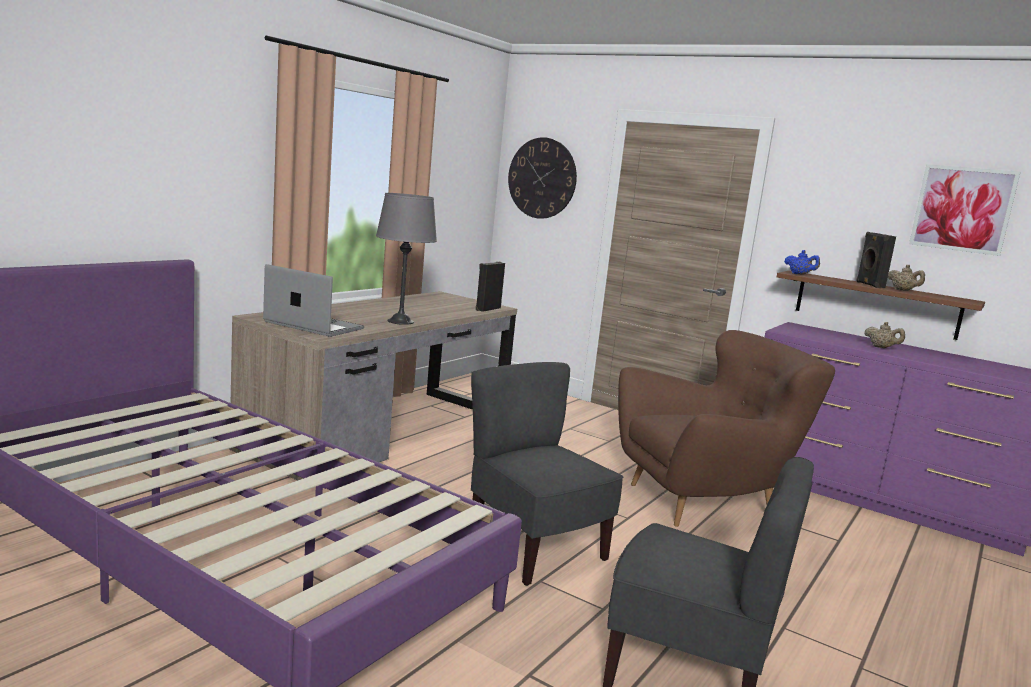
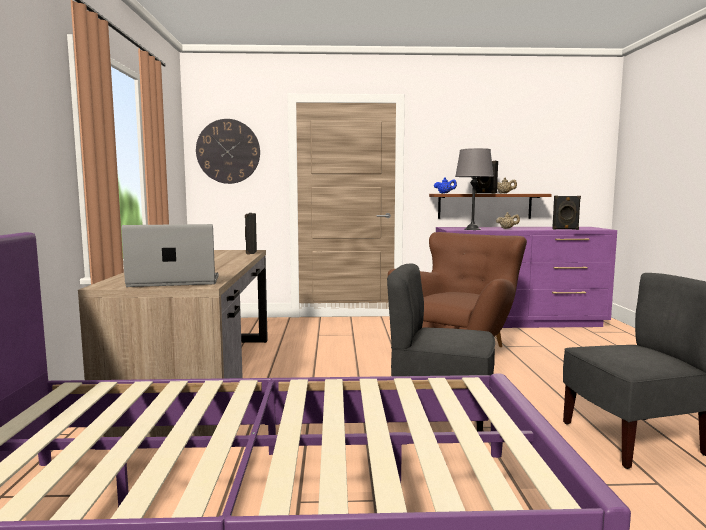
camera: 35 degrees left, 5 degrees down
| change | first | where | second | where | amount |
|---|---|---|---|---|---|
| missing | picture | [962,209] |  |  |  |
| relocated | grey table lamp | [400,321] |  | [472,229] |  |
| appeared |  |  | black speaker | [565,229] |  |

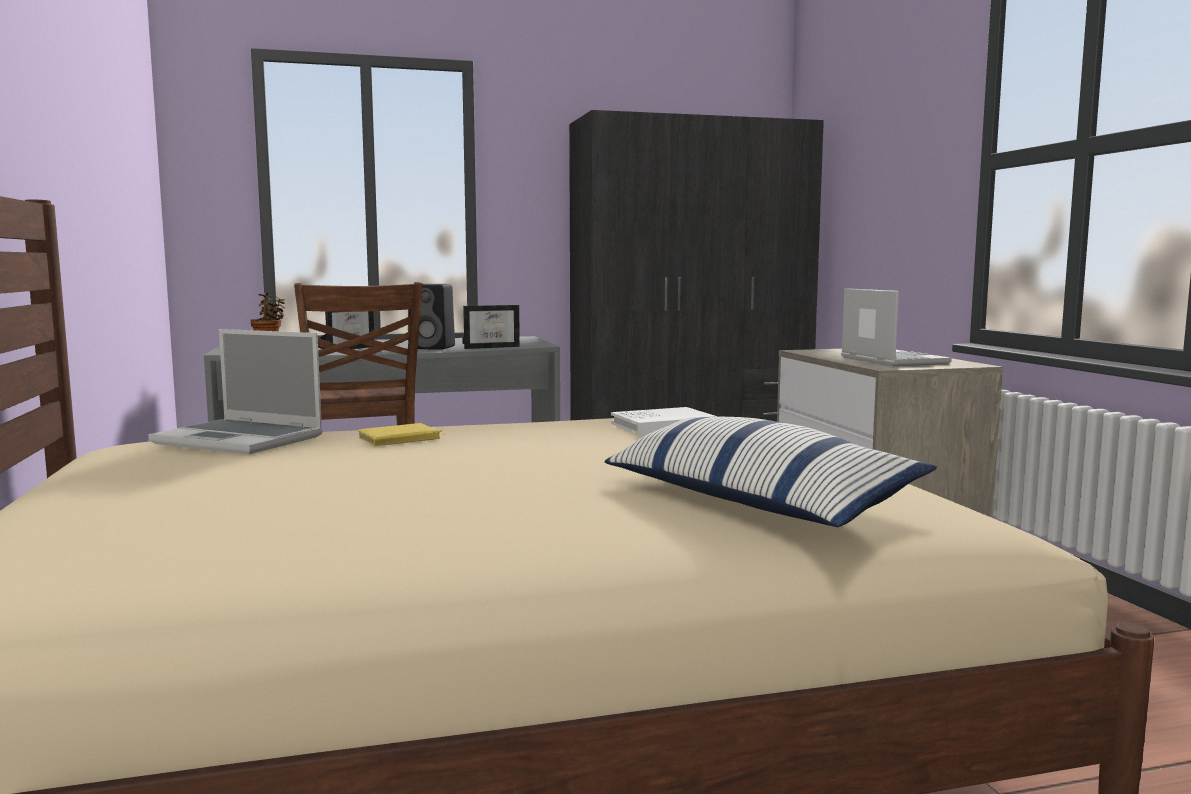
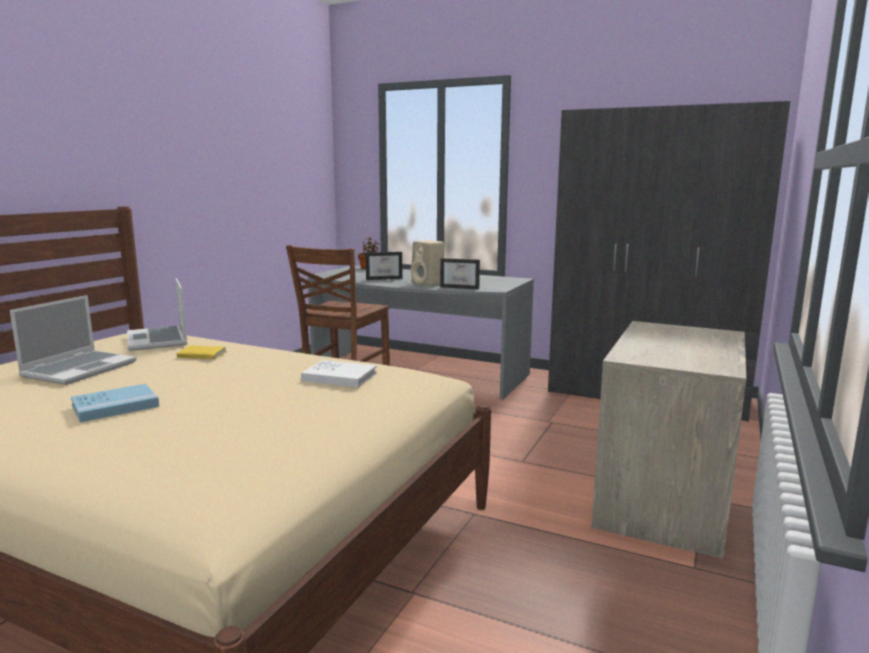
camera: 40 degrees right, 5 degrees up
| change | first | where | second | where | amount |
|---|---|---|---|---|---|
| colour | black speaker | [433,347] | beige speaker | [428,283] |  |
| relocated | laptop | [891,360] |  | [80,369] |  |
| missing | pillow | [755,501] |  |  |  |
| appeared |  |  | blue book | [115,406] |  |

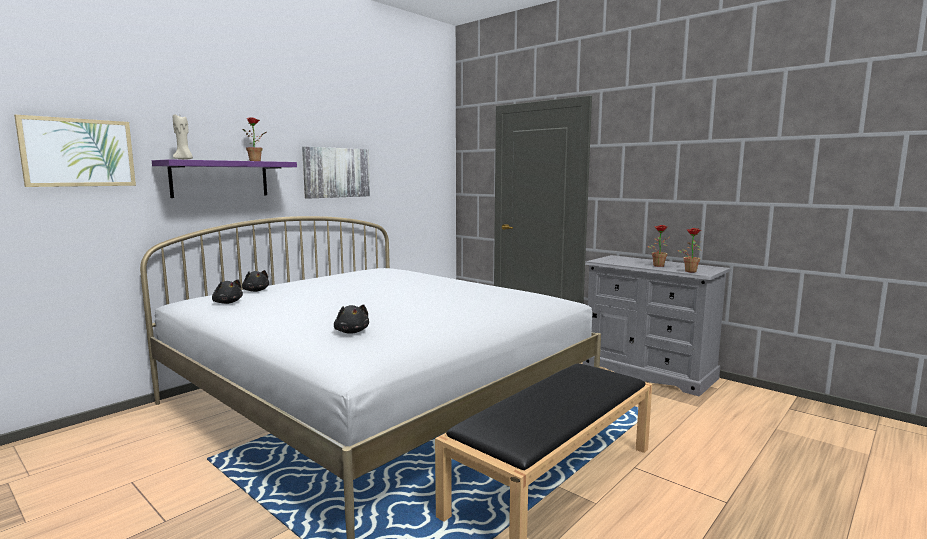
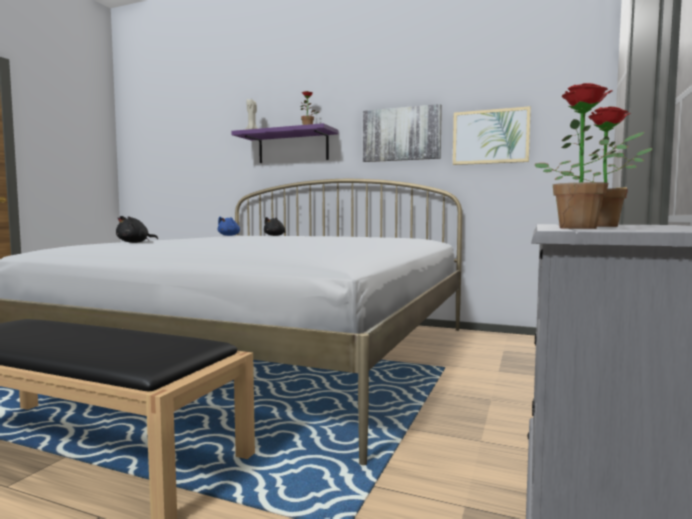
camera: 70 degrees right, 5 degrees down
| change | first | where | second | where | amount |
|---|---|---|---|---|---|
| relocated | picture | [78,152] |  | [490,137] |  |
| colour | black plush toy | [227,303] | blue plush toy | [229,235] |  |

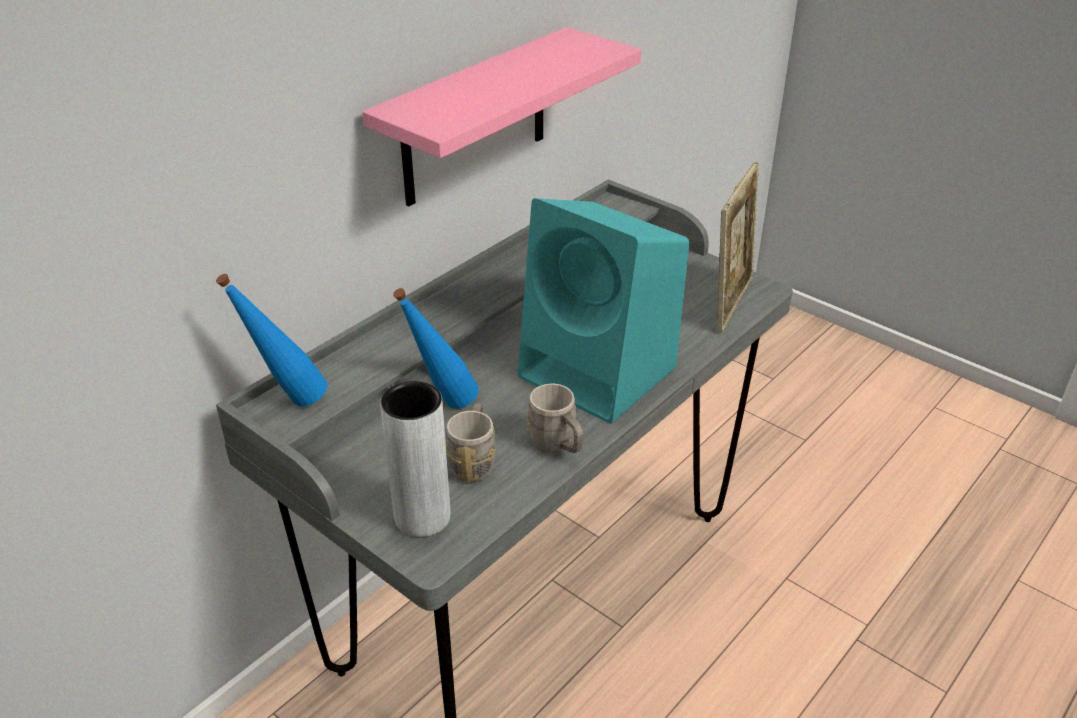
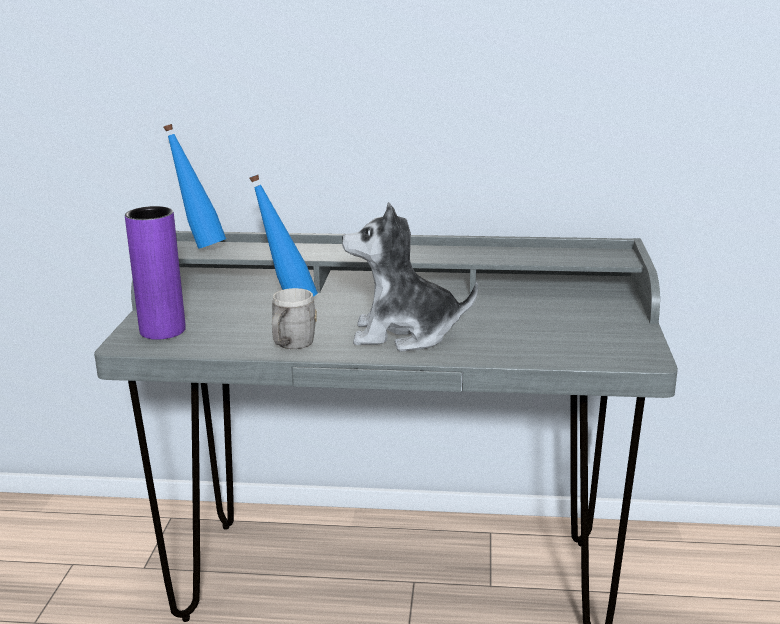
camera: 55 degrees right, 15 degrees down
| change | first | where | second | where | amount |
|---|---|---|---|---|---|
| missing | pink shelf | [475,119] |  |  |  |
| missing | picture frame | [730,302] |  |  |  |
| exchanged | turquoise speaker | [601,373] | plush toy | [404,334] |  |
| colour | grey vase | [422,517] | purple vase | [162,331] |  |
| missing | grey mug | [474,461] |  |  |  |

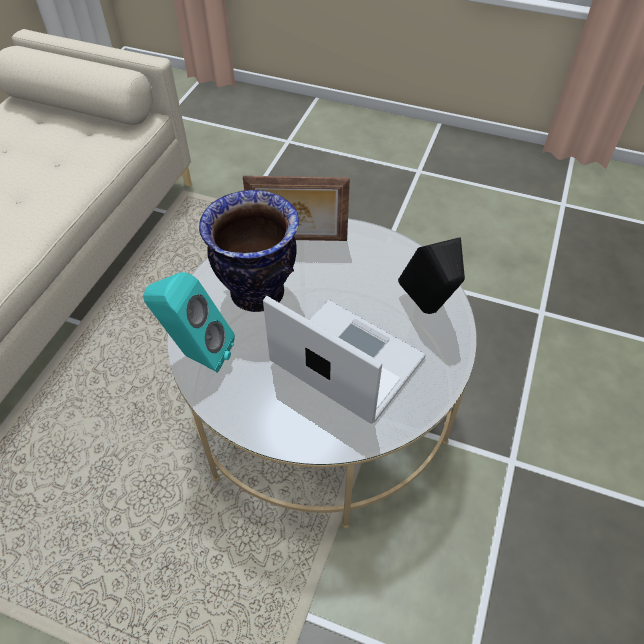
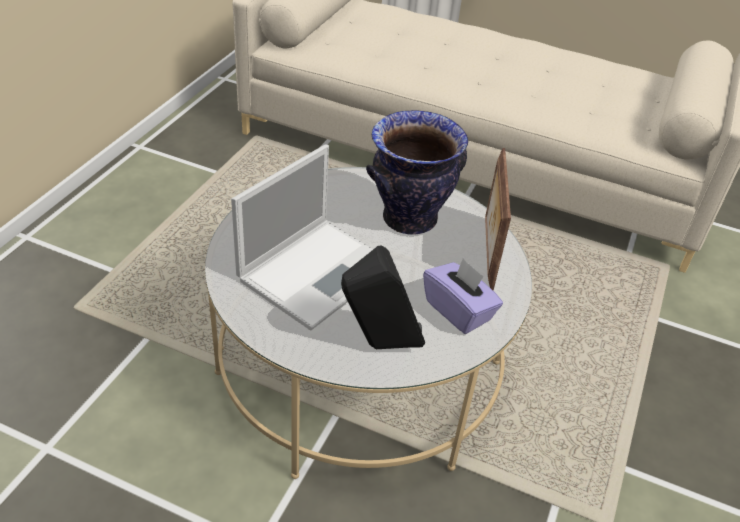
camera: 90 degrees right, 10 degrees down
| change | first | where | second | where | amount |
|---|---|---|---|---|---|
| missing | turquoise speaker | [197,354] |  |  |  |
| appeared |  |  | purple tissue box | [458,310] |  |

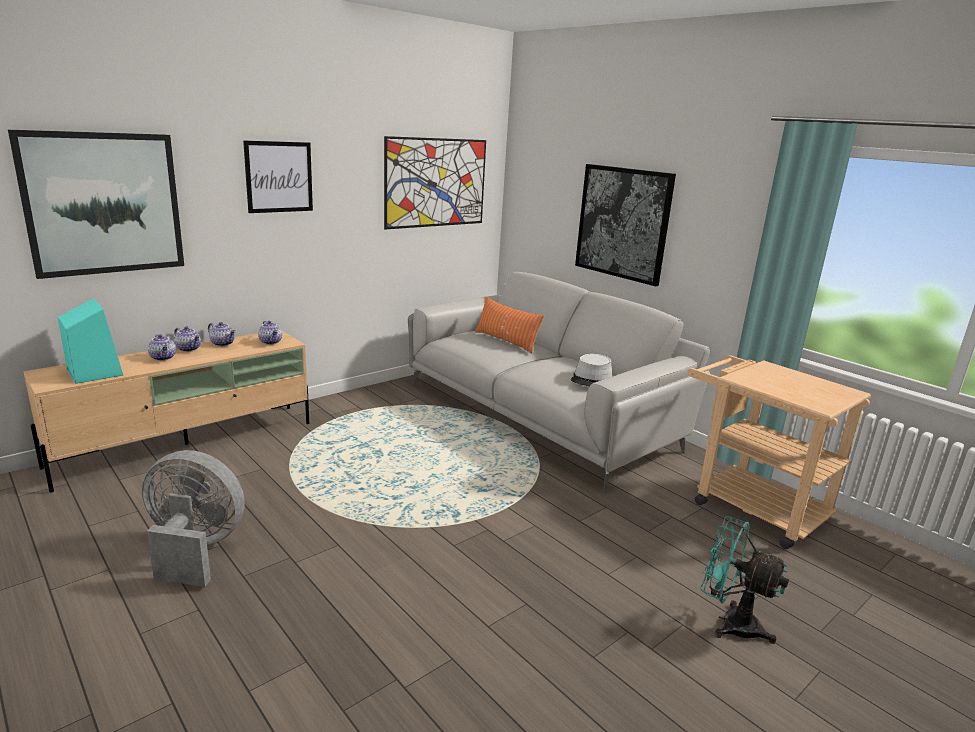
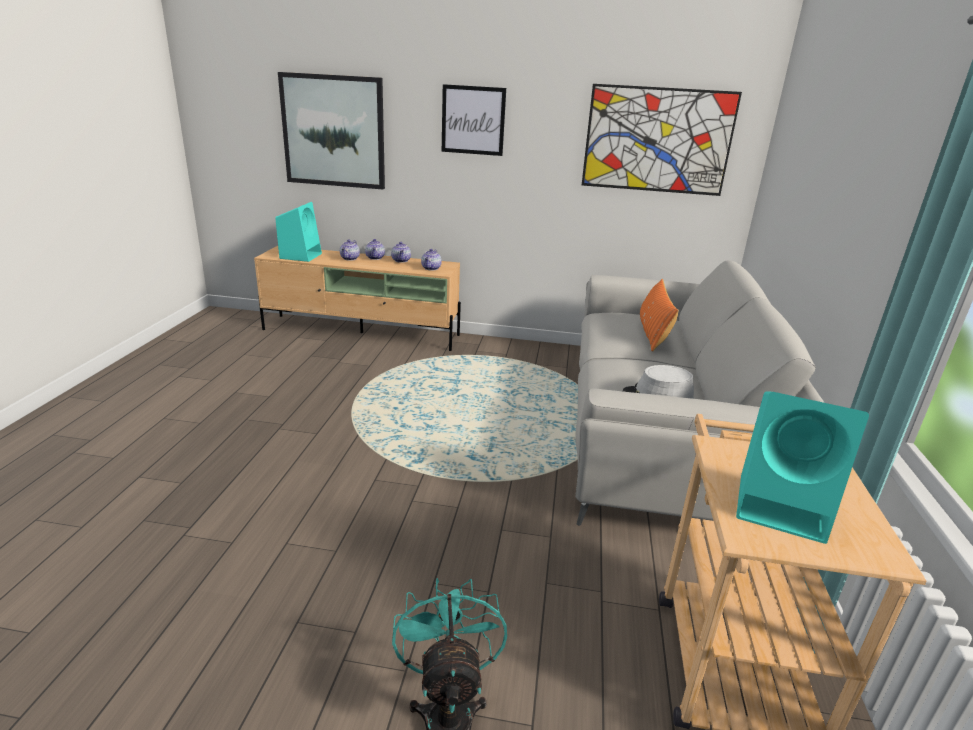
camera: 50 degrees right, 5 degrees up
| change | first | where | second | where | amount |
|---|---|---|---|---|---|
| missing | picture | [623,223] |  |  |  |
| missing | grey fan | [194,549] |  |  |  |
| appeared |  |  | turquoise speaker | [783,507] |  |

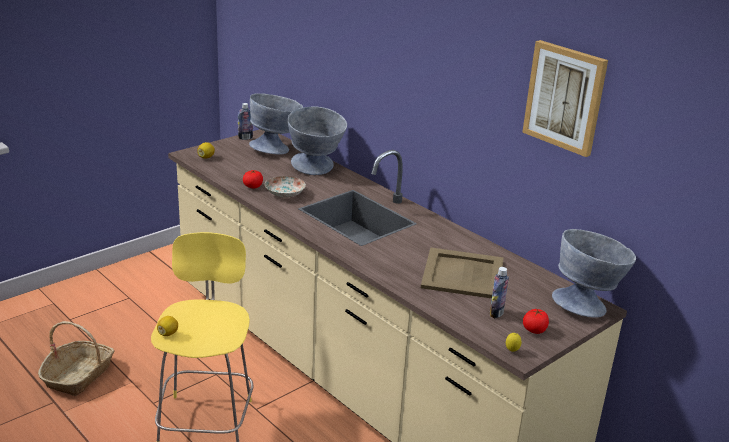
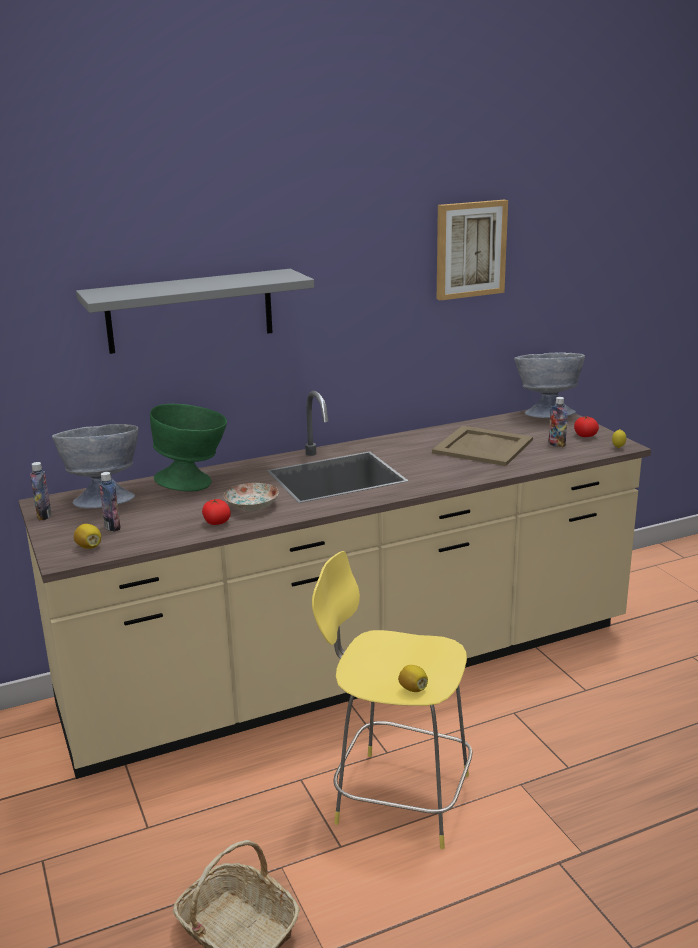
camera: 70 degrees left, 5 degrees down
| change | first | where | second | where | amount |
|---|---|---|---|---|---|
| colour | grey bowl | [315,170] | green bowl | [194,483] |  |
| appeared |  |  | grey shelf | [190,311] |  |
| appeared |  |  | bottle | [112,527] |  |

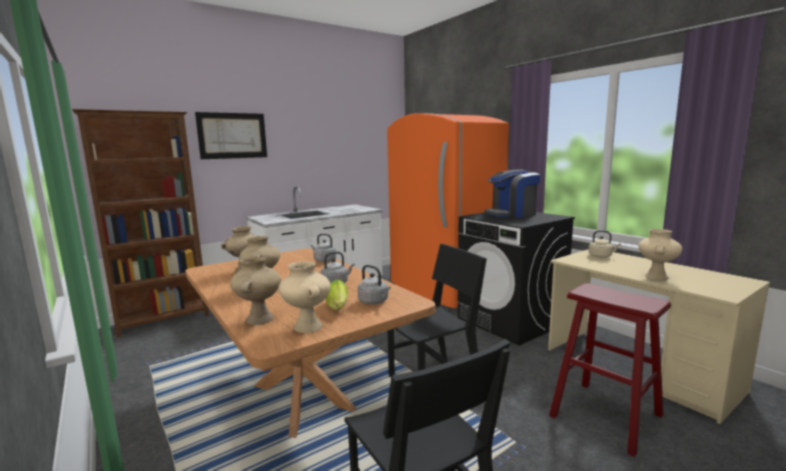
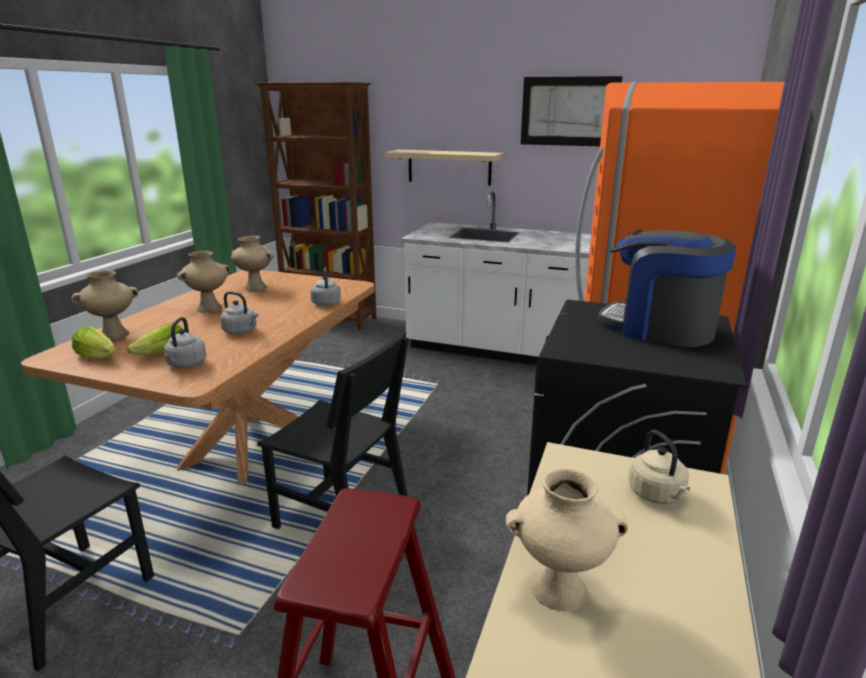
camera: 55 degrees right, 10 degrees up
| change | first | where | second | where | amount |
|---|---|---|---|---|---|
| relocated | picture | [232,135] |  | [569,111] |  |
| exchanged | beige vase | [307,327] | lettuce | [98,357] |  |
| appeared |  |  | beige shelf | [449,167] |  |

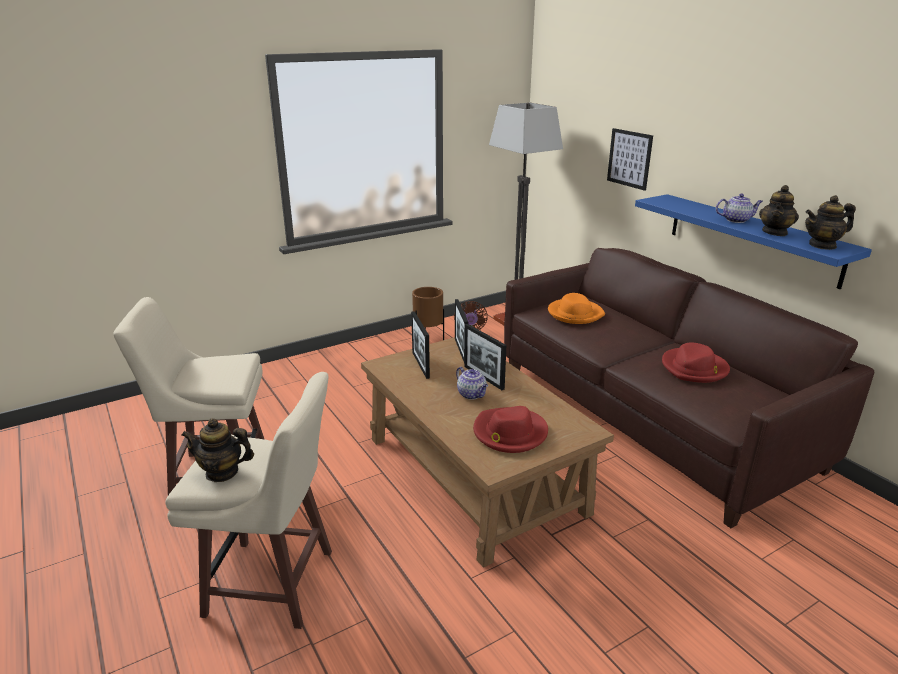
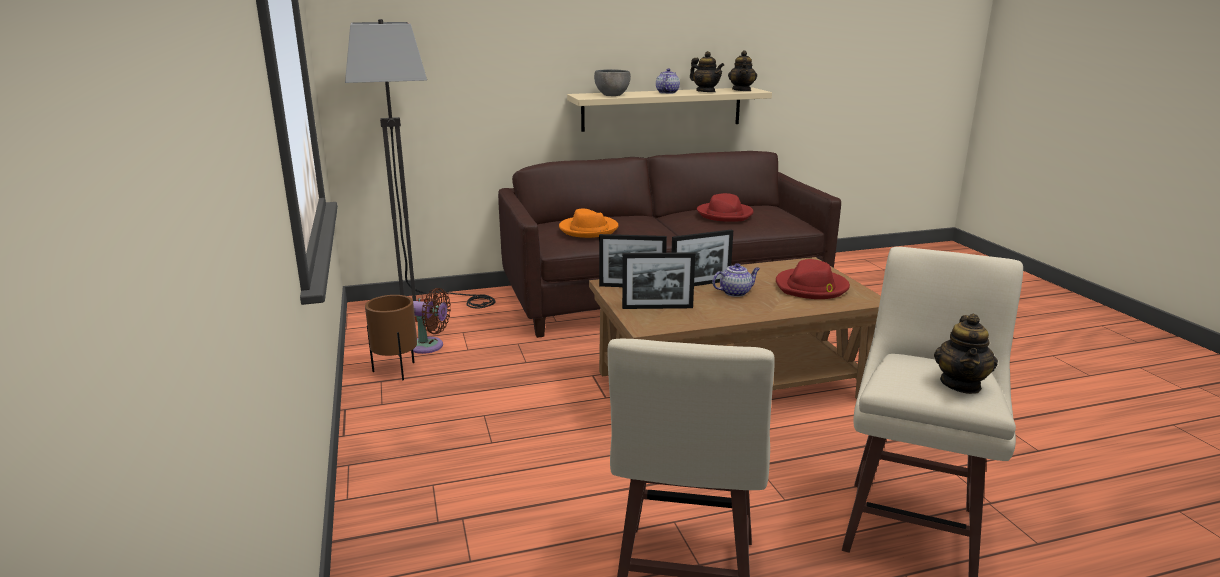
camera: 75 degrees left, 5 degrees down
| change | first | where | second | where | amount |
|---|---|---|---|---|---|
| missing | picture | [629,158] |  |  |  |
| colour | blue shelf | [751,238] | beige shelf | [662,109] |  |
| appeared |  |  | grey bowl | [612,95] |  |

